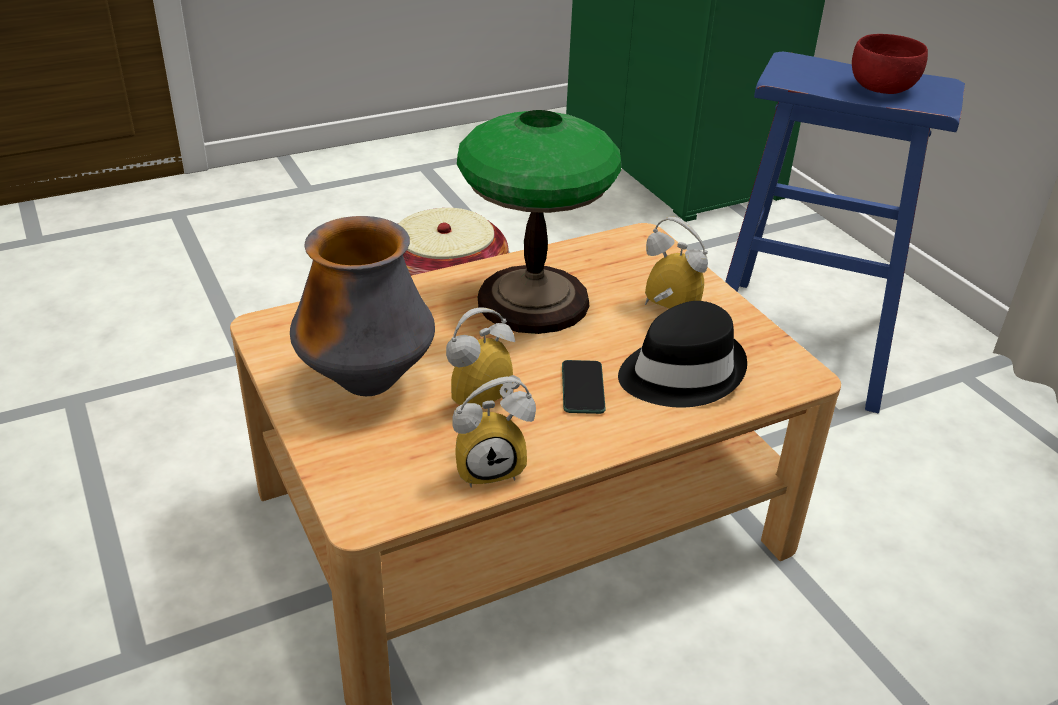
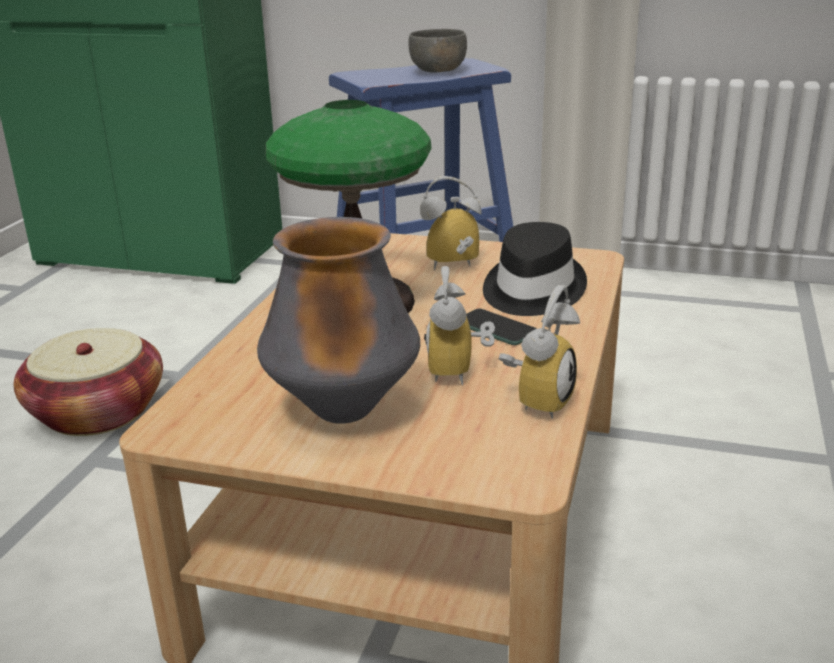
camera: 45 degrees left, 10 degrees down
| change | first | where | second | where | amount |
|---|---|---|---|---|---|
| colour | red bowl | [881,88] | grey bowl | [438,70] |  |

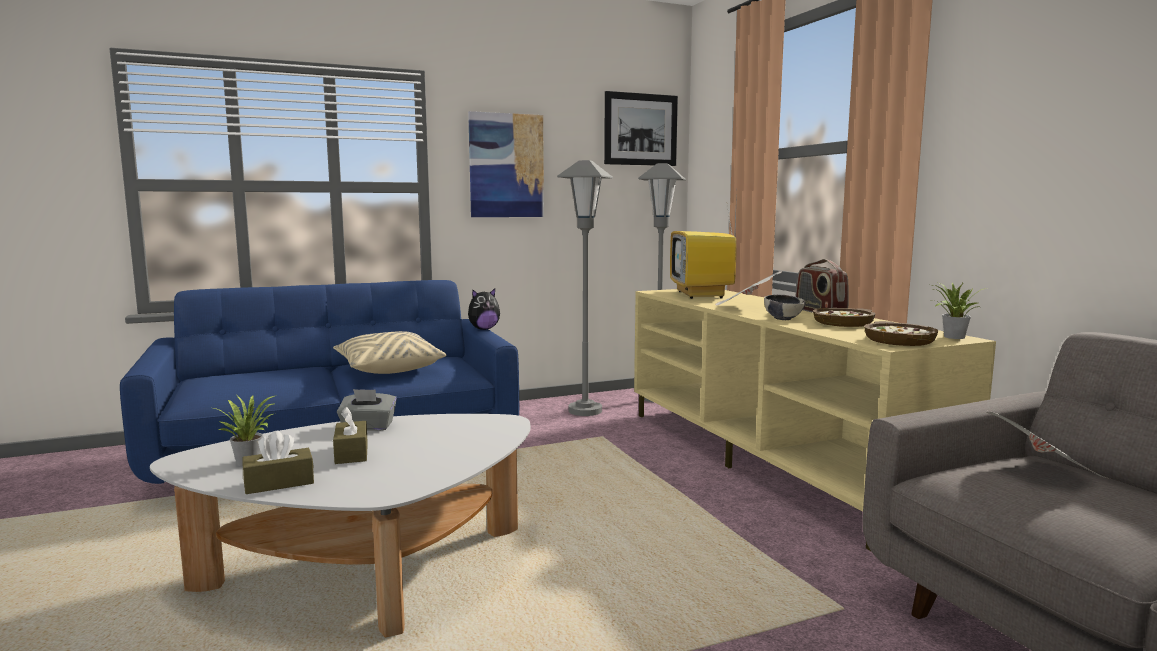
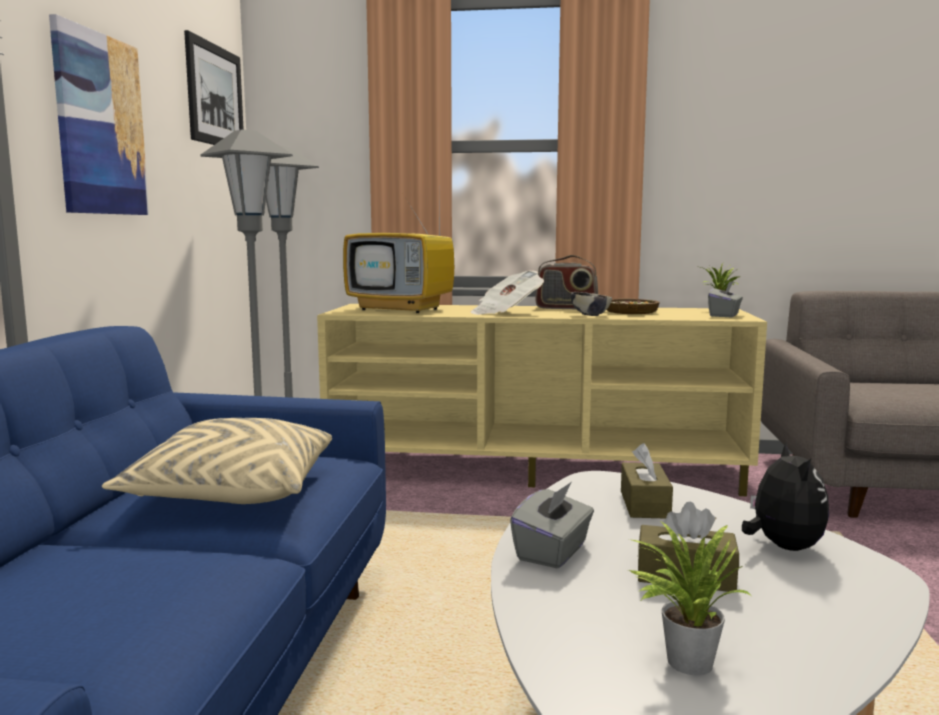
camera: 60 degrees left, 0 degrees up
| change | first | where | second | where | amount |
|---|---|---|---|---|---|
| relocated | plush toy | [483,329] |  | [782,547] |  |
| exchanged | bowl | [900,341] | grey tissue box | [724,315] |  |
| missing | newspaper | [1043,472] |  |  |  |
| relocated | brown tissue box | [279,483] |  | [644,504] |  |

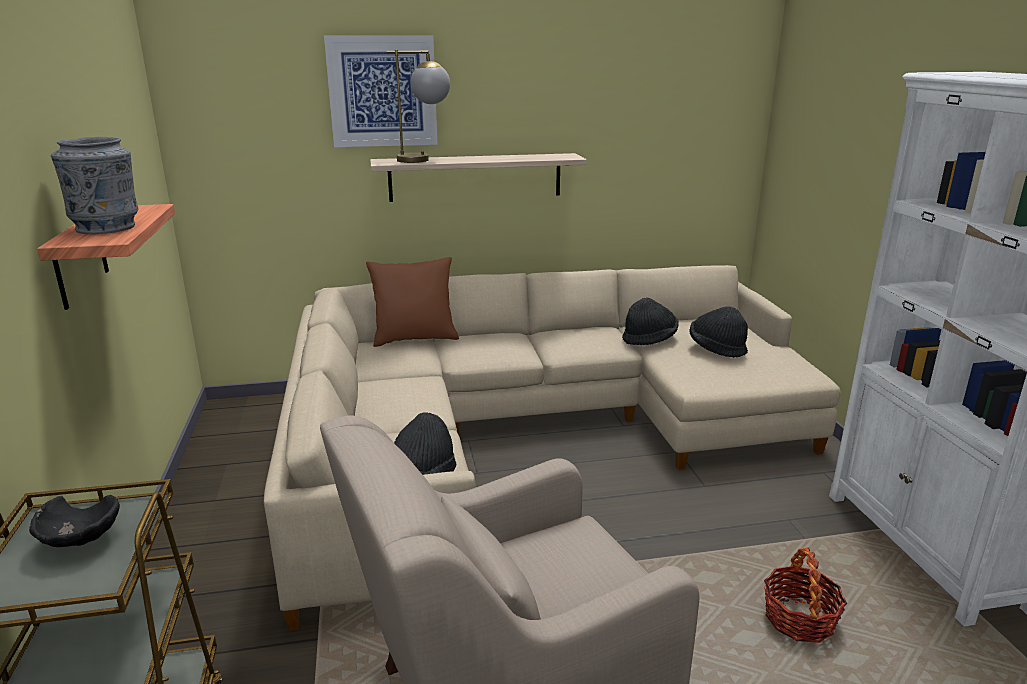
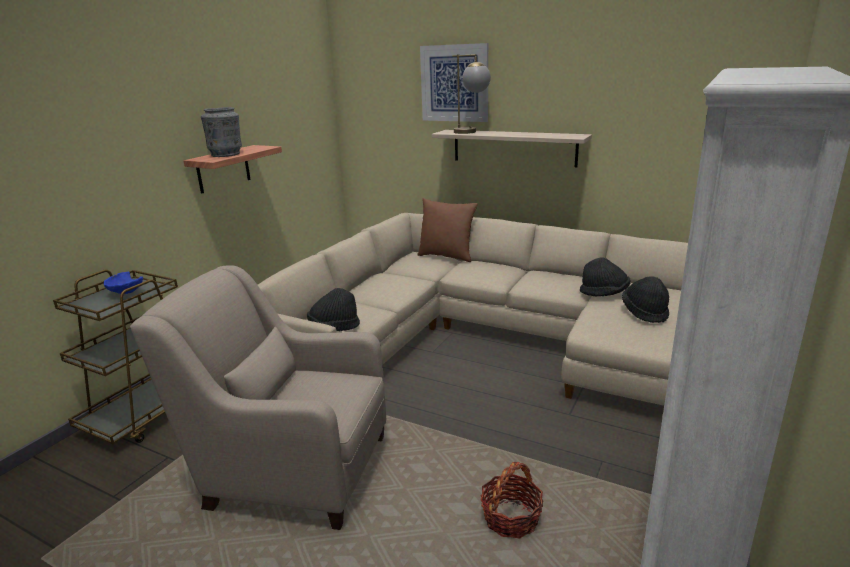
camera: 40 degrees right, 0 degrees up
| change | first | where | second | where | amount |
|---|---|---|---|---|---|
| colour | black bowl | [80,542] | blue bowl | [125,293] |  |

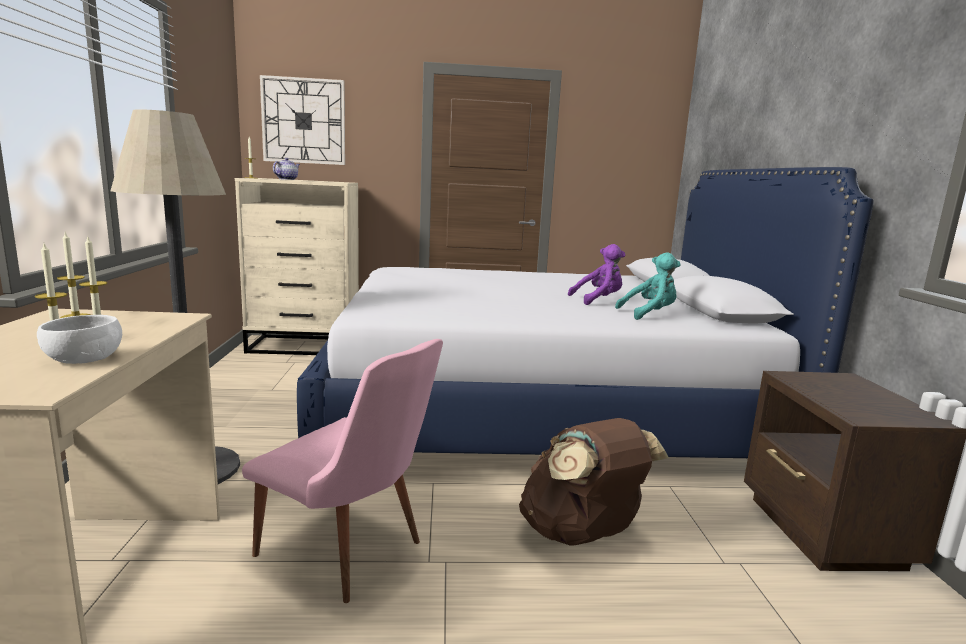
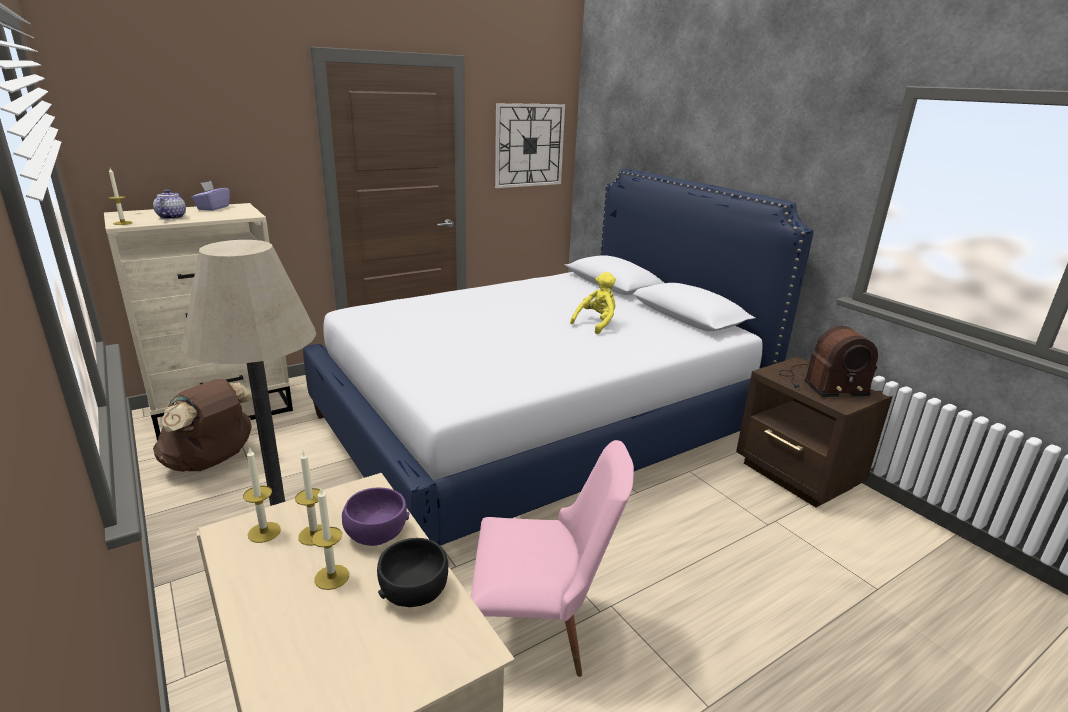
camera: 30 degrees left, 10 degrees up
| change | first | where | second | where | amount |
|---|---|---|---|---|---|
| relocated | wall clock | [303,121] |  | [529,145] |  |
| colour | purple plush toy | [598,300] | yellow plush toy | [596,323] |  |
| missing | turquoise plush toy | [649,314] |  |  |  |
| colour | white bowl | [84,358] | black bowl | [414,590] |  |
| relocated | brown backpack | [581,534] |  | [211,462] |  |
| appeared |  |  | purple tissue box | [213,208] |  |
| appeared |  |  | radio | [820,384] |  |
| appeared |  |  | purple bowl | [376,533] |  |

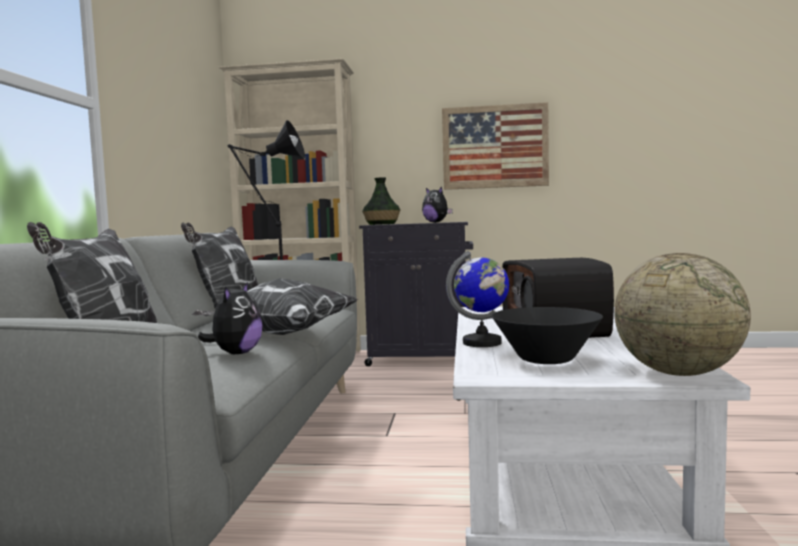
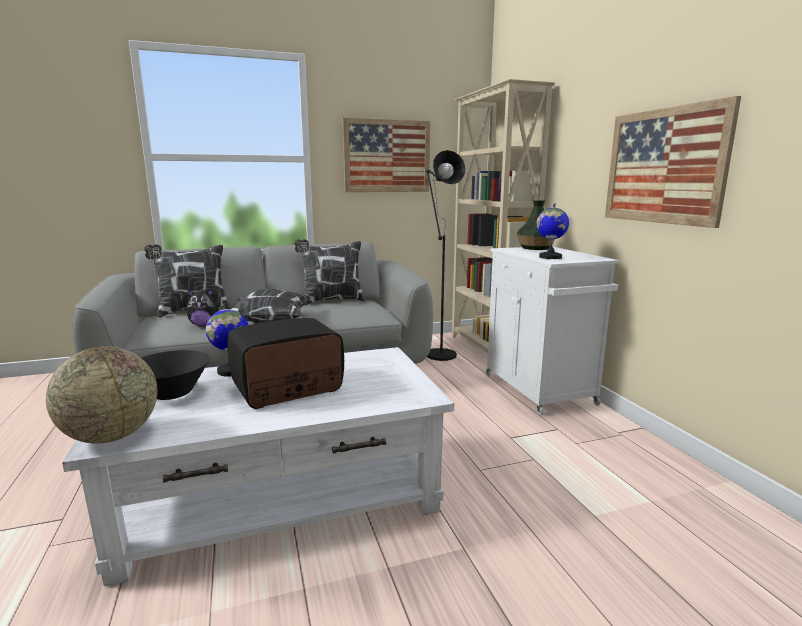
camera: 65 degrees right, 10 degrees up
| change | first | where | second | where | amount |
|---|---|---|---|---|---|
| exchanged | plush toy | [436,222] | globe | [550,257] |  |
| colour | black cabinet | [422,358] | white cabinet | [540,390] |  |
| appeared |  |  | picture | [387,156] |  |

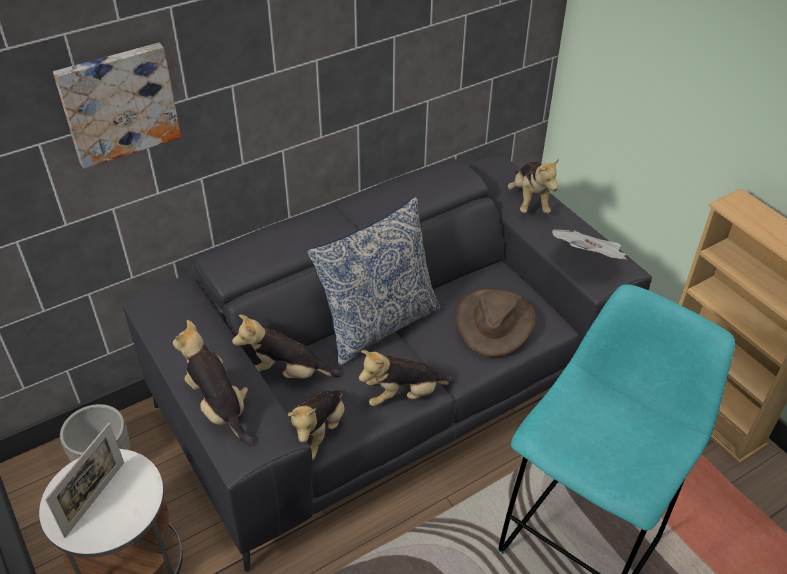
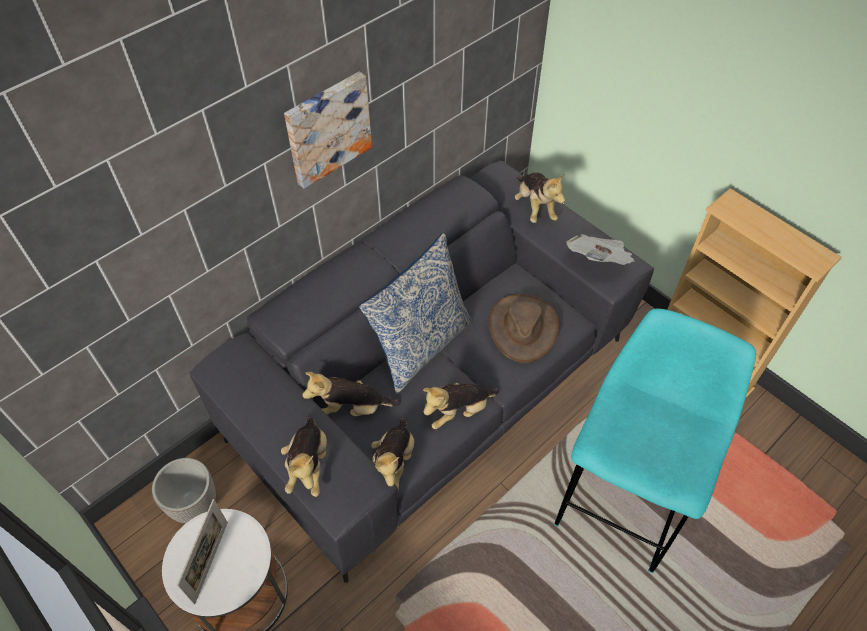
camera: 10 degrees left, 10 degrees up
| change | first | where | second | where | amount |
|---|---|---|---|---|---|
| relocated | picture | [118,103] |  | [327,128] |  |
| spun | plush toy | [219,407] |  | [308,465] | 135 degrees counterclockwise |

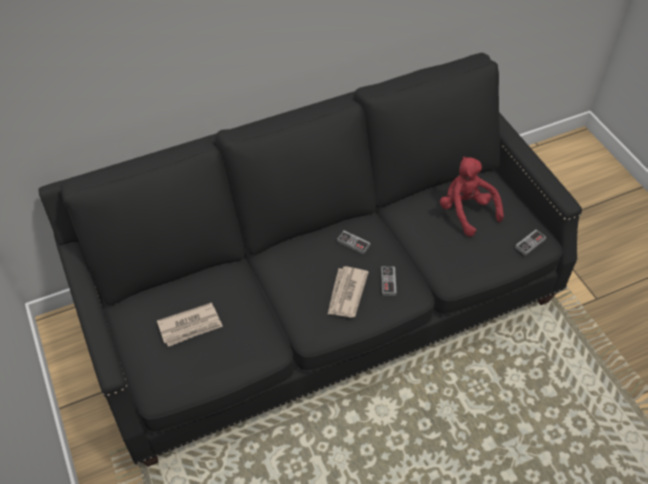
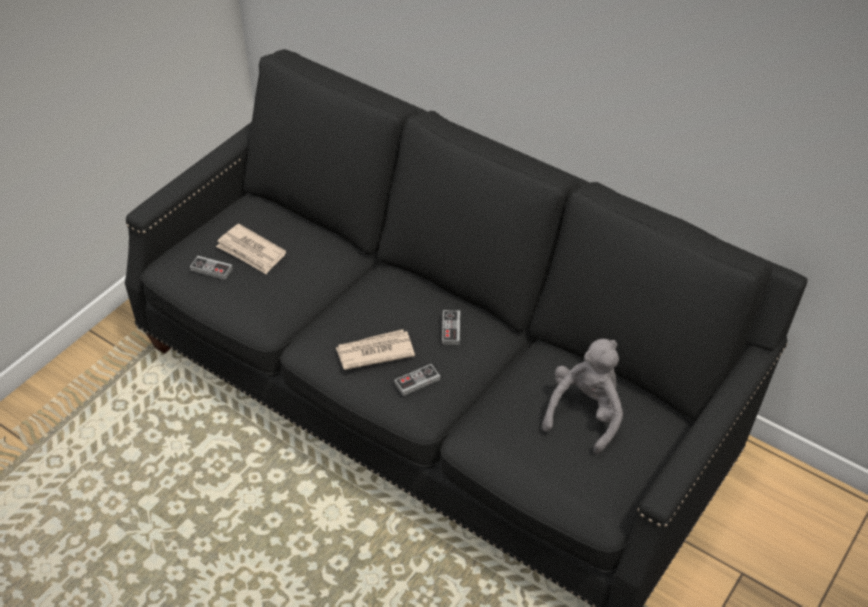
camera: 60 degrees right, 5 degrees down
| change | first | where | second | where | amount |
|---|---|---|---|---|---|
| colour | red plush toy | [466,211] | grey plush toy | [585,413] |  |
| relocated | game controller | [530,243] |  | [211,269] |  |

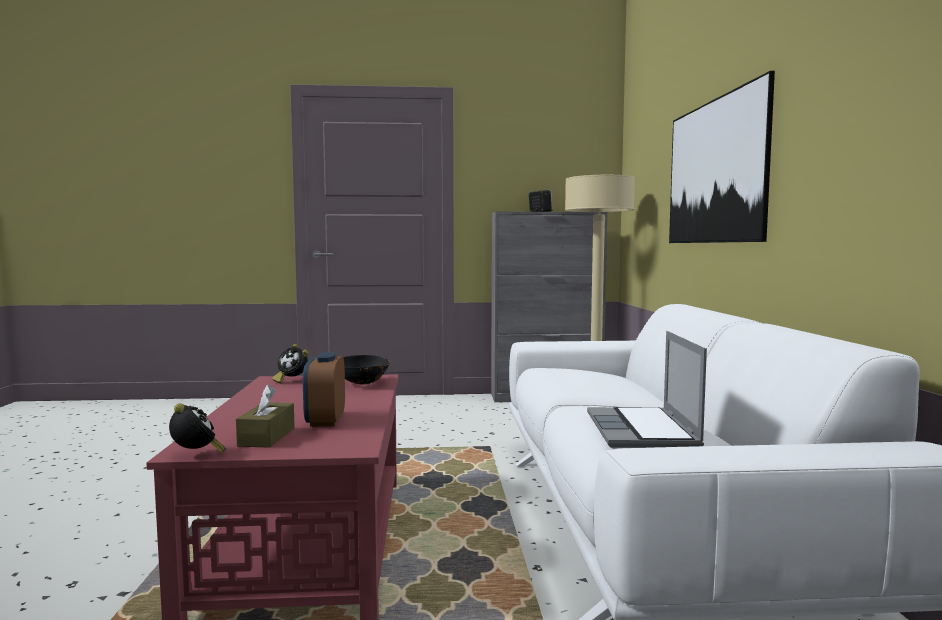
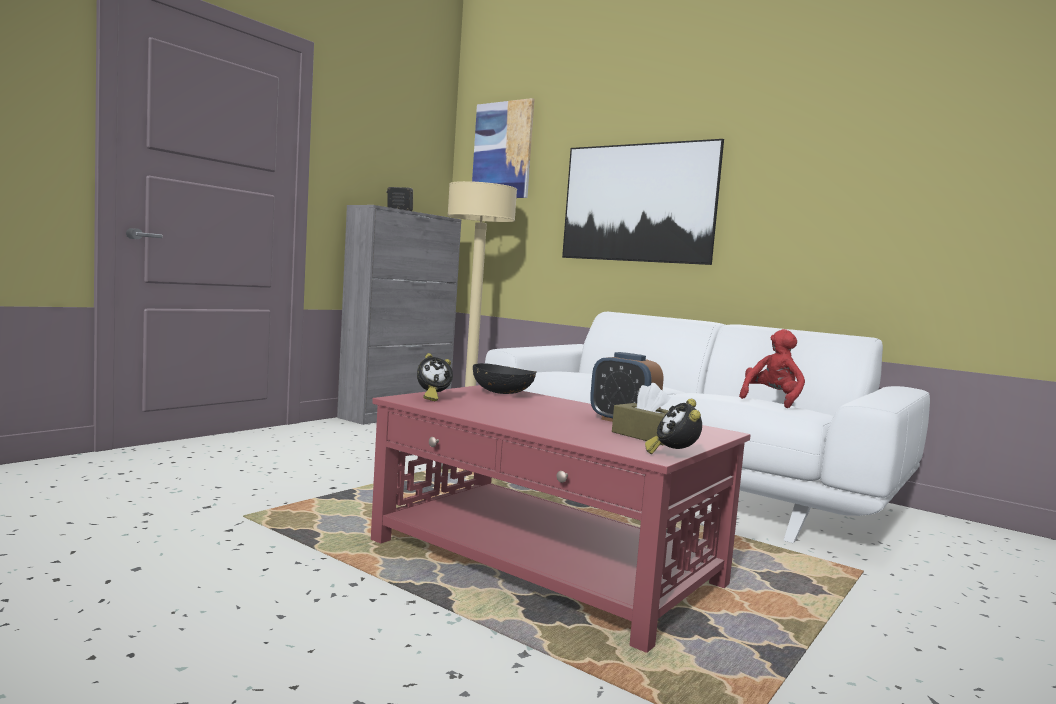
camera: 50 degrees left, 0 degrees up
| change | first | where | second | where | amount |
|---|---|---|---|---|---|
| exchanged | laptop | [643,431] | red plush toy | [771,401] |  |
| spun | alarm clock | [196,455] |  | [673,455] | 105 degrees counterclockwise |
| appeared |  |  | picture | [502,150] |  |

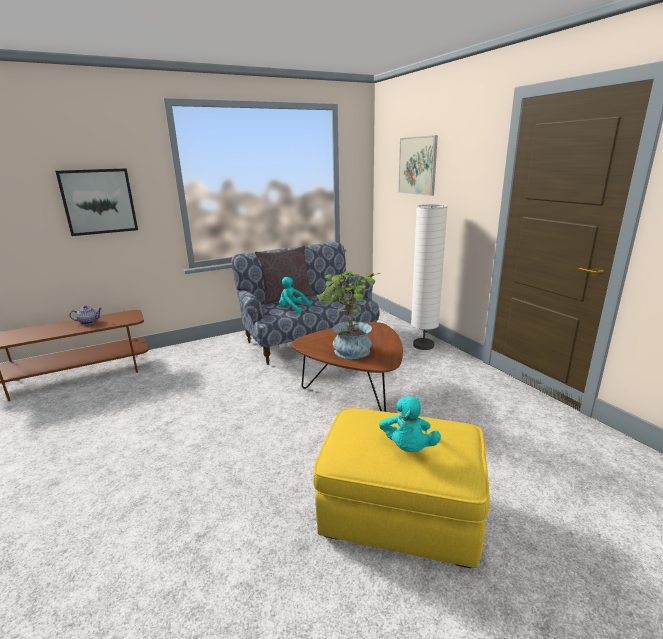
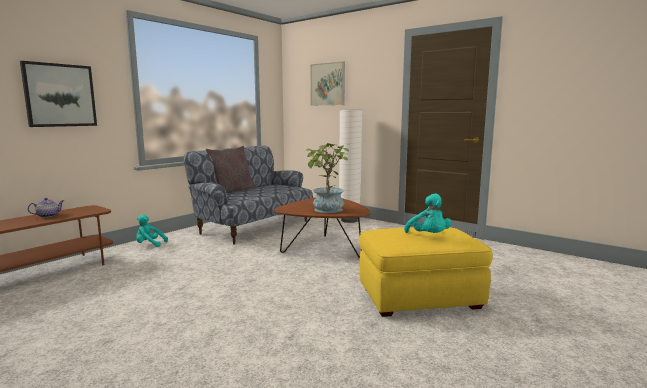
camera: 25 degrees left, 10 degrees down
| change | first | where | second | where | amount |
|---|---|---|---|---|---|
| relocated | turquoise plush toy | [292,309] |  | [149,244] |  |

